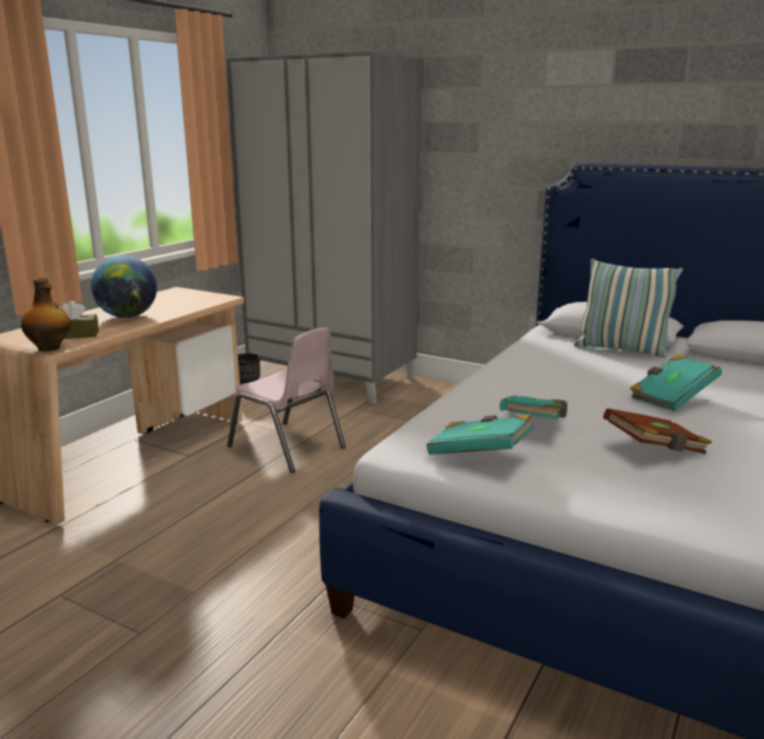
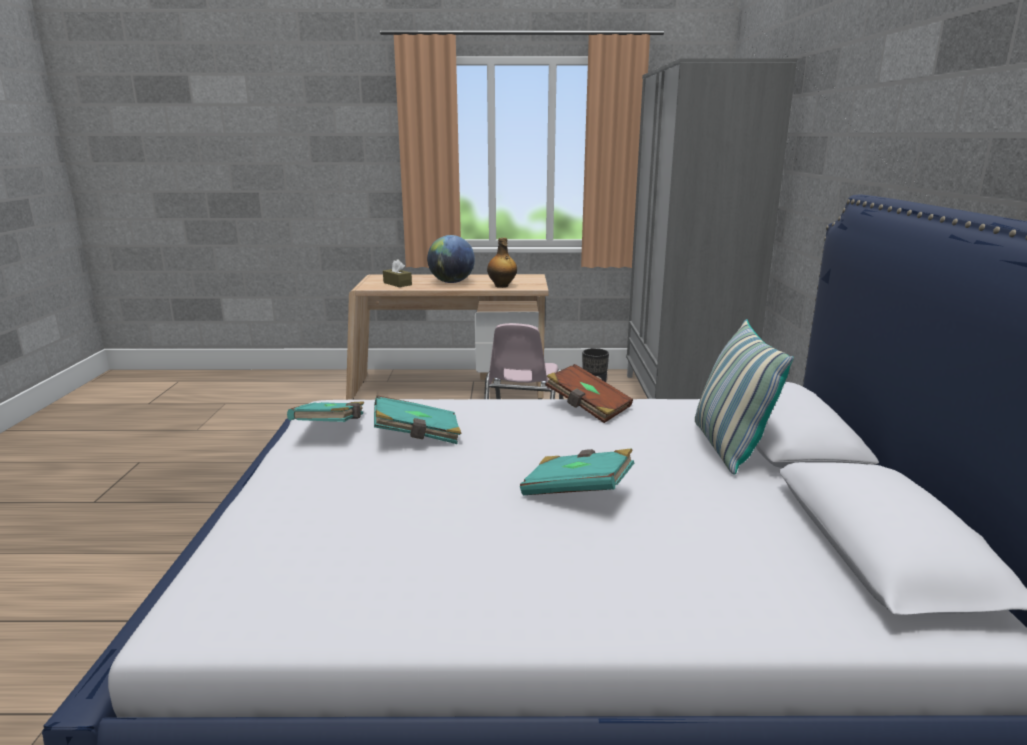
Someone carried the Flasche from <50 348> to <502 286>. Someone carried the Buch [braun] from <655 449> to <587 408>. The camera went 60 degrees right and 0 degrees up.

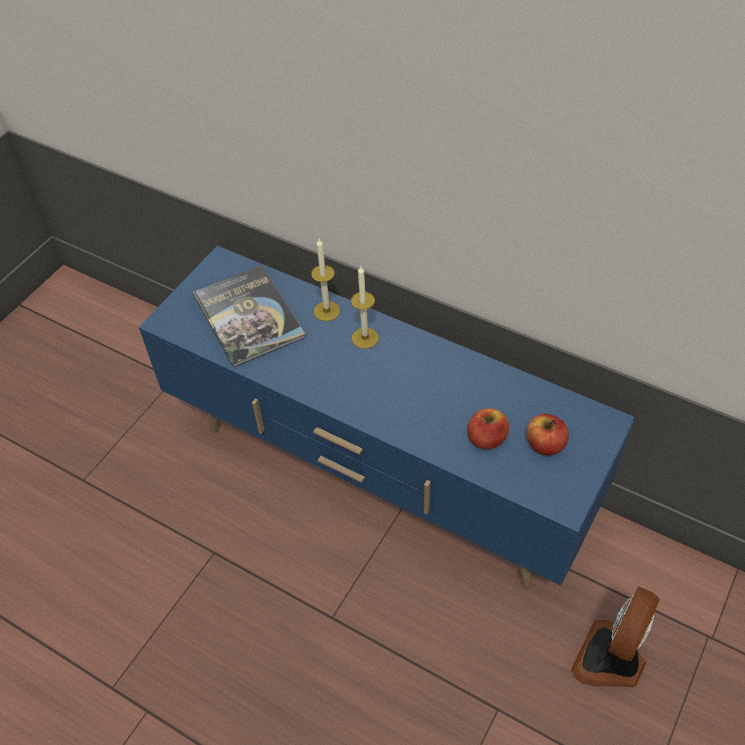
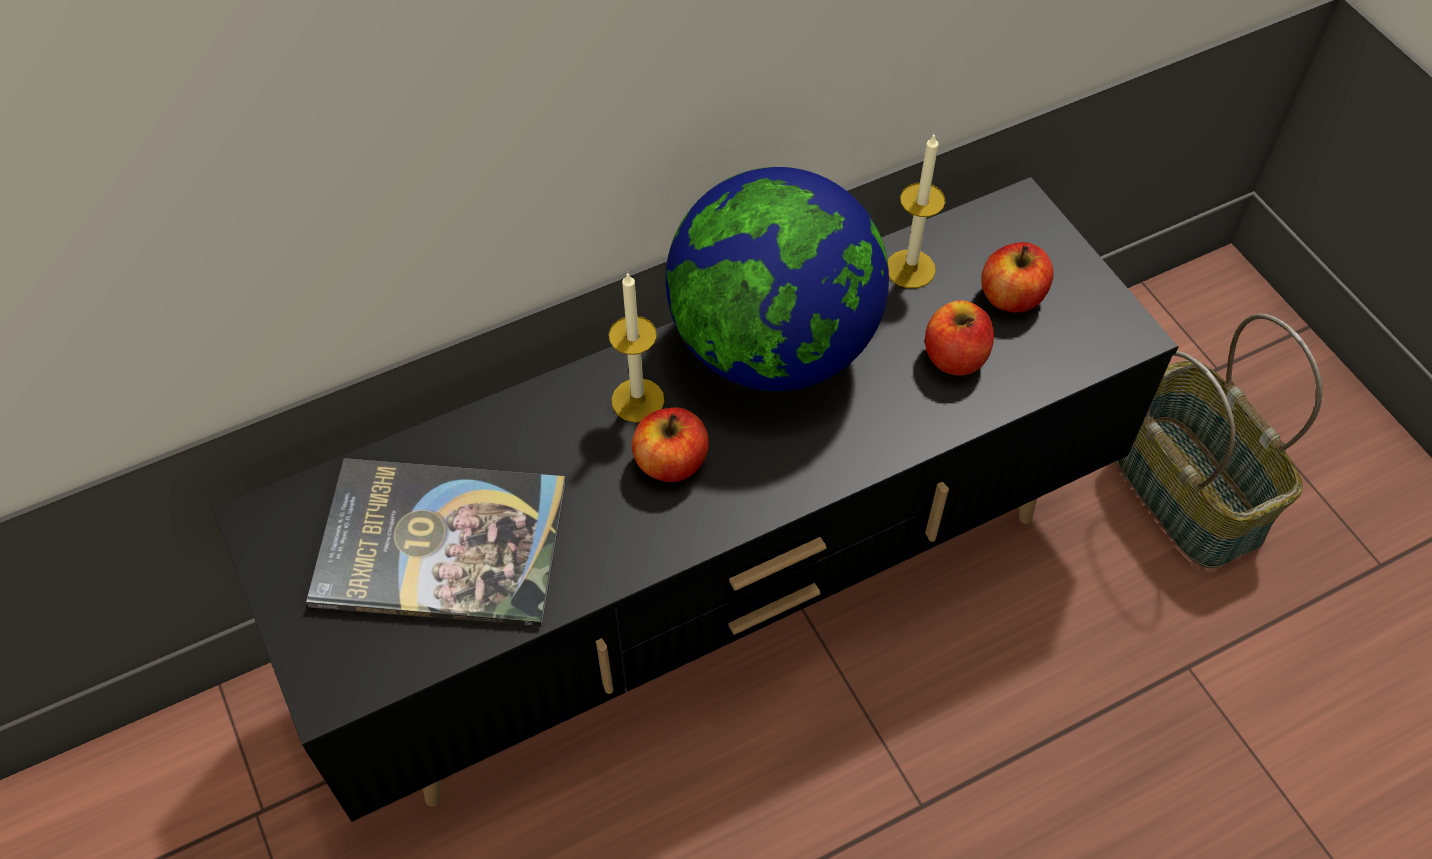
Someone repainted the Fernsehschrank [blau] at <380 475>, which became the Fernsehschrank [schwarz] at <716 595>. Someone carried the Kerze from <327 311> to <910 269>. Someone swapped the Ventilator at <611 660> for the Korb at <1189 492>. Someone put down the Apfel at <671 462>. Someone put down the Globus at <772 346>. The camera went 60 degrees left and 5 degrees up.

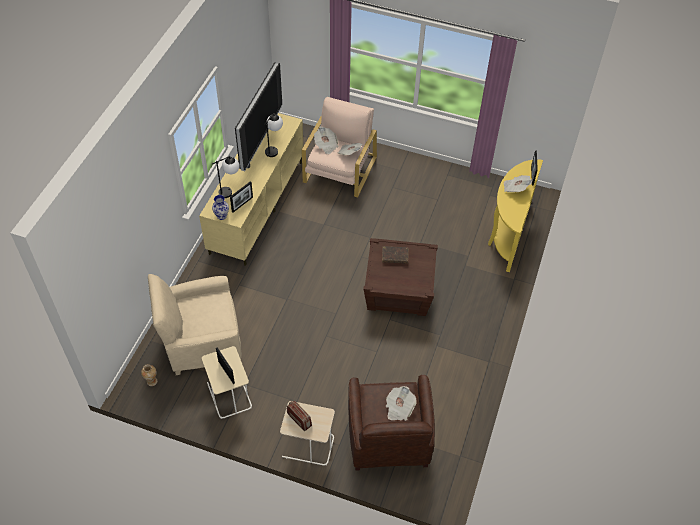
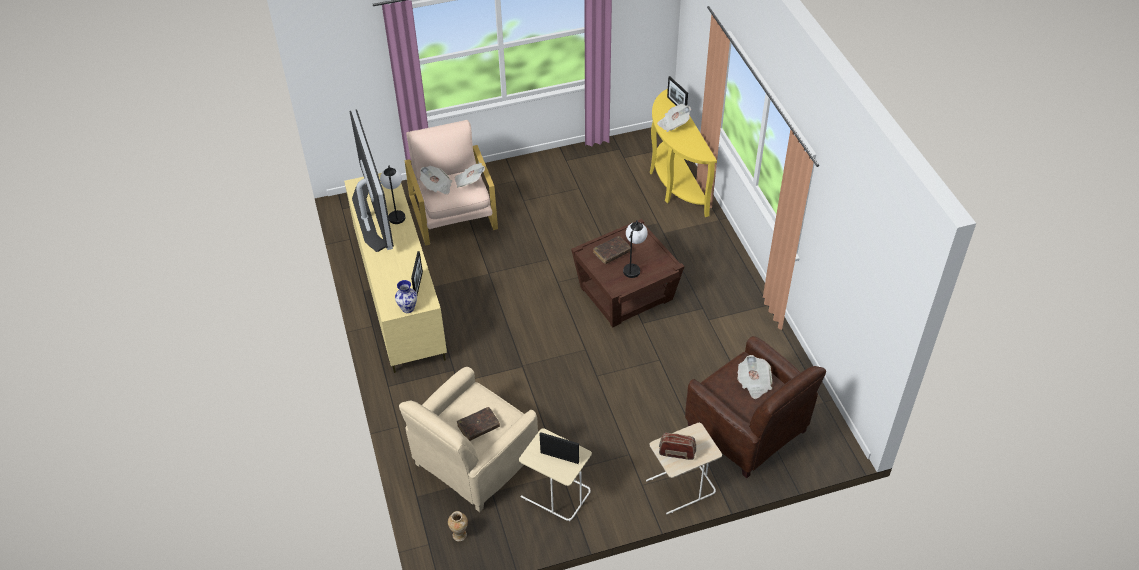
Someone carried the Tischlampe from <230 190> to <633 266>. Someone put down the Buch [braun] at <478 427>. The camera went 35 degrees left and 5 degrees down.

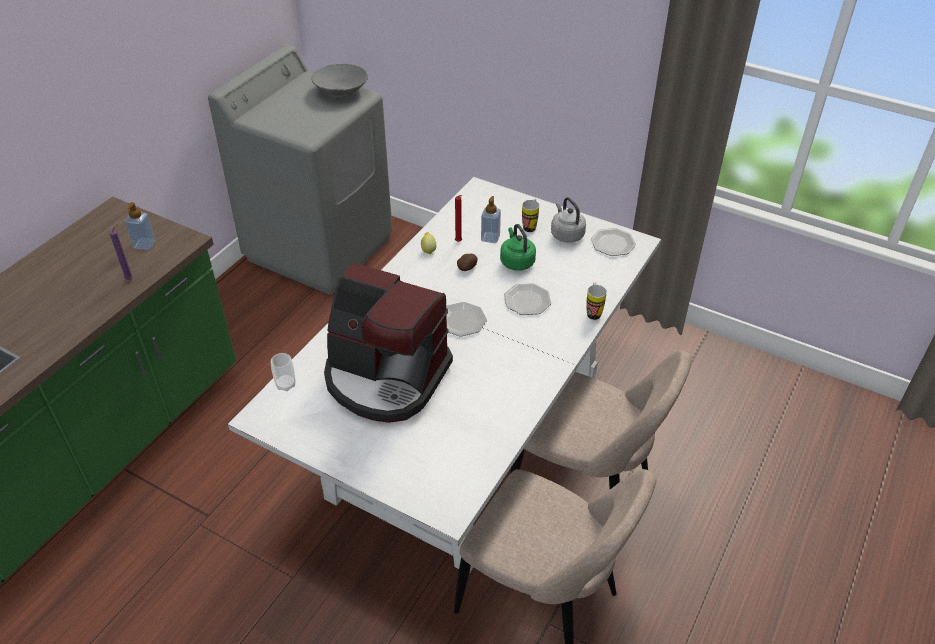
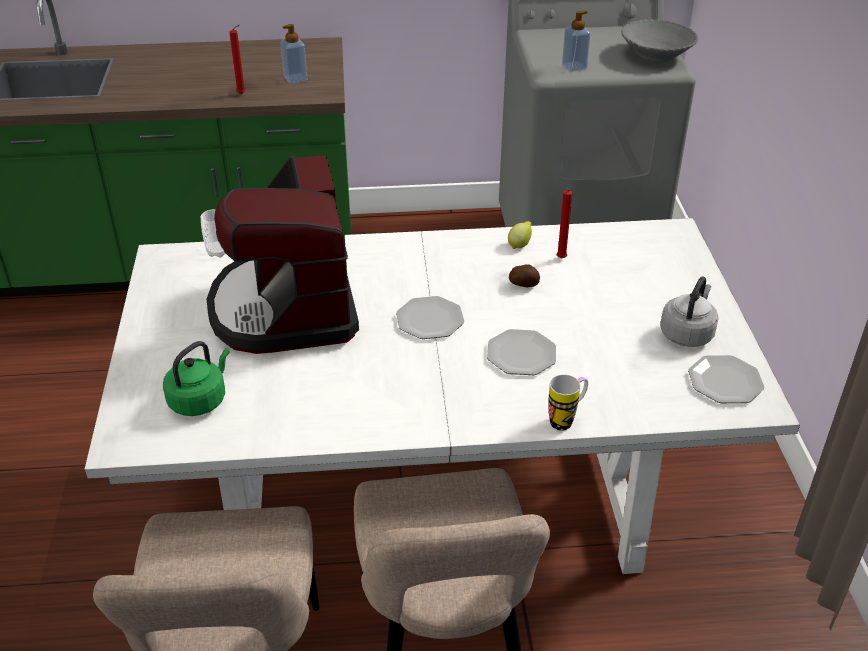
Someone repainted the Kerze [lila] at <131 279>, which became the Kerze [rot] at <242 94>. Someone carried the Seifenspender from <490 238> to <574 67>. Someone carried the Wasserkessel [grün] from <516 261> to <200 400>. Someone took away the Henkelbecher at <530 226>. The camera went 55 degrees right and 5 degrees down.

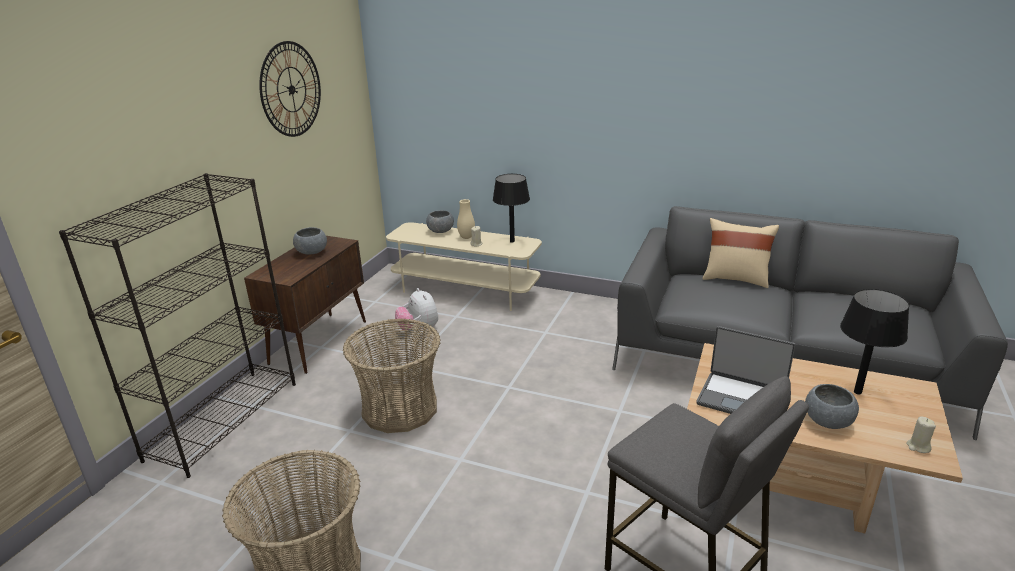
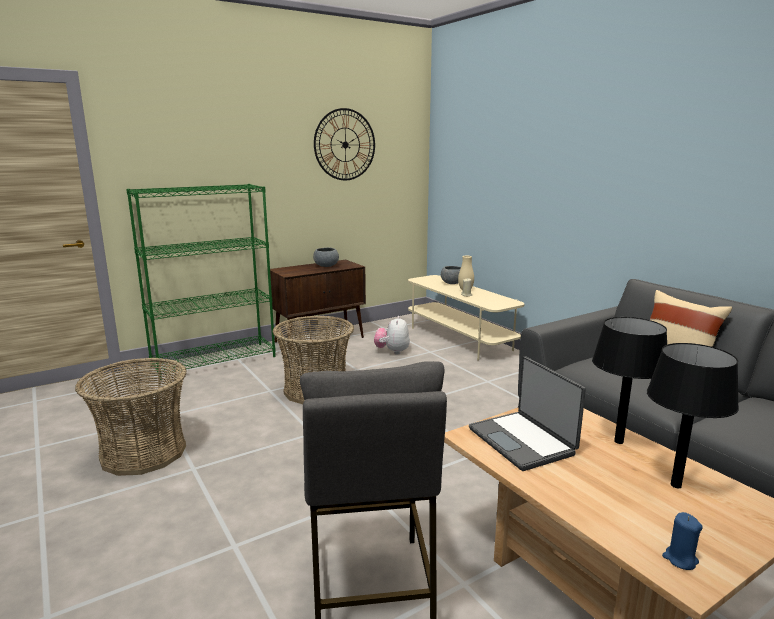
Someone repainted the Bücherregal [schwarz] at <224 419>, which became the Bücherregal [grün] at <215 361>. Someone carried the Tischlampe [schwarz] from <512 241> to <619 441>. Someone took away the Schüssel [grau] at <827 421>. Someone repainted the Kerze [beige] at <918 447>, which became the Kerze [blau] at <680 559>. The camera went 35 degrees right and 10 degrees down.

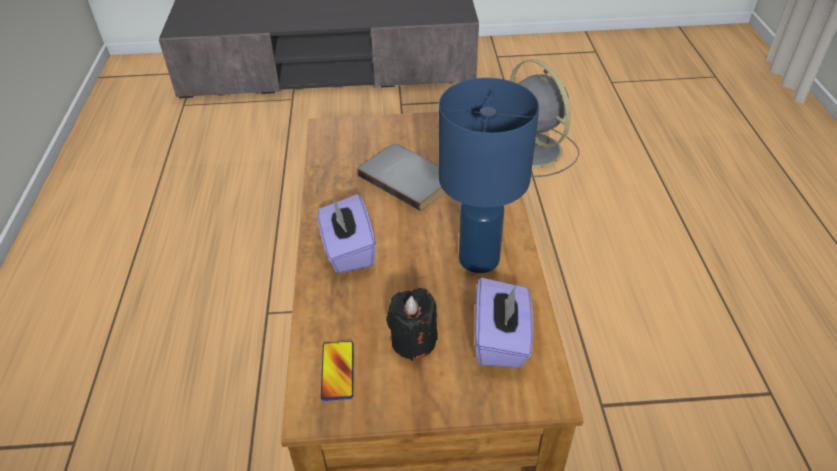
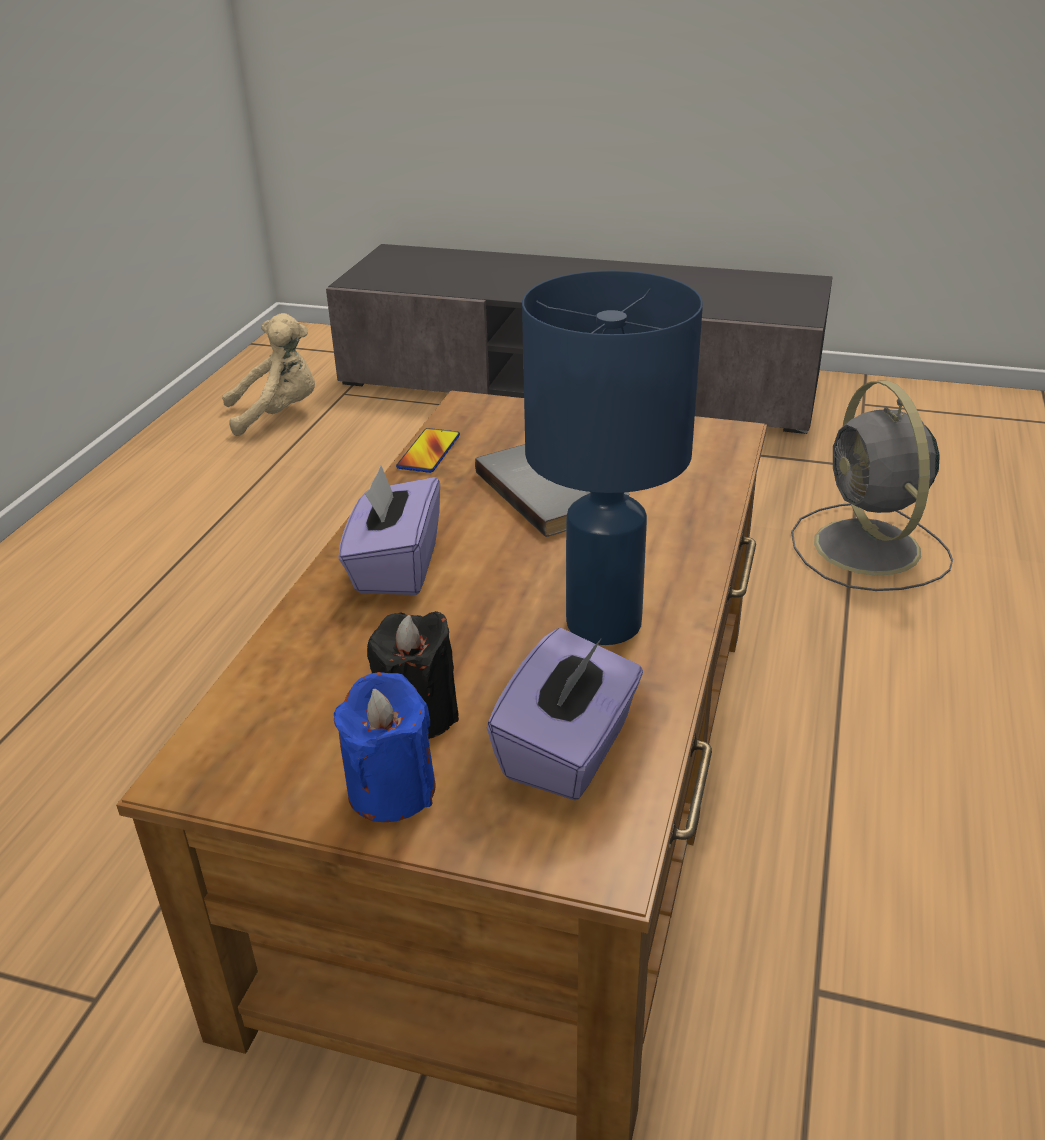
Someone carried the Handy from <337 371> to <429 452>. Someone put down the Plüschtier [beige] at <278 414>. Someone put down the Kerze [blau] at <391 790>. The camera went 20 degrees right and 10 degrees down.

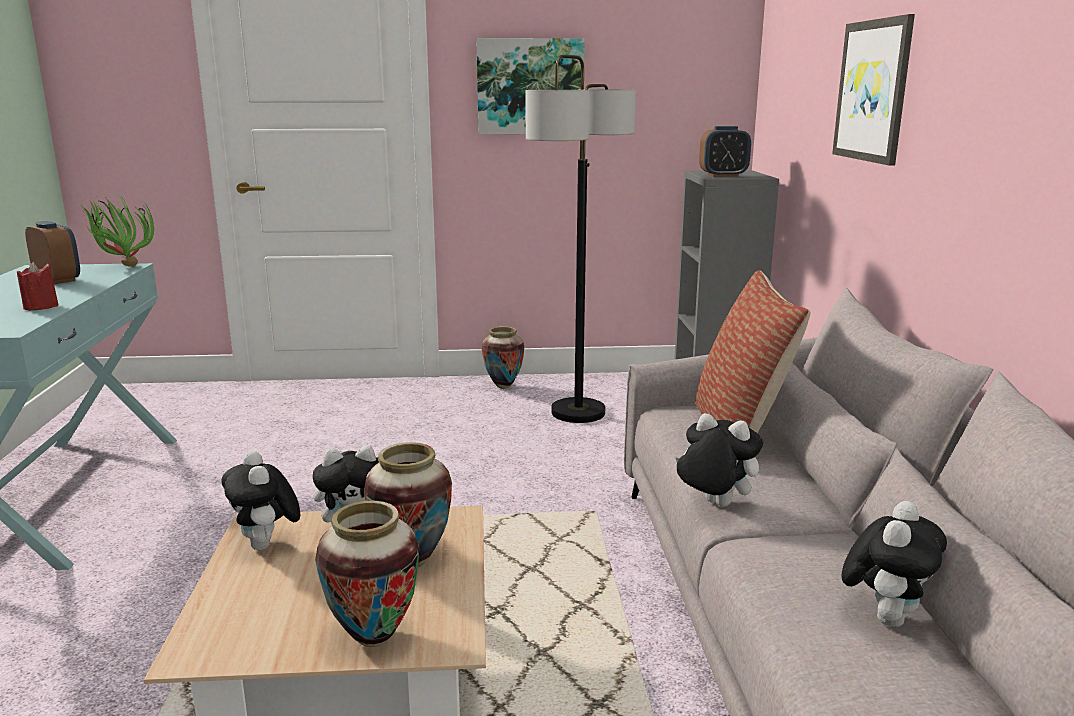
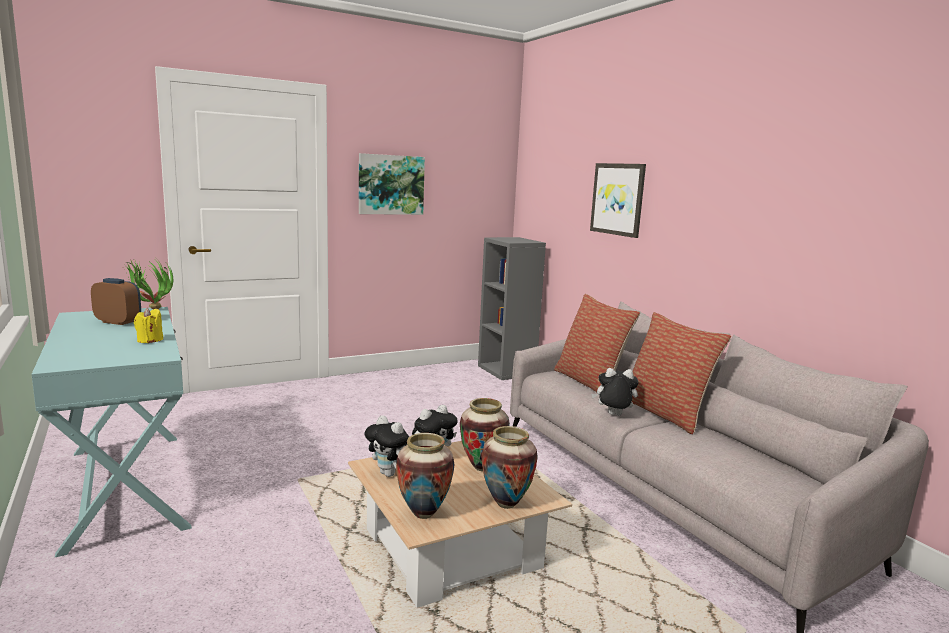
Someone repainted the Kerze [rot] at <41 307>, which became the Kerze [gelb] at <150 340>. Someone carried the Vase from <503 386> to <423 514>. Someone took away the Stehlampe at <578 412>. Someone took away the Wecker at <723 176>. Someone took away the Plüschtier at <885 617>. Someone put down the Kissen at <666 413>. The camera went 25 degrees left and 5 degrees down.

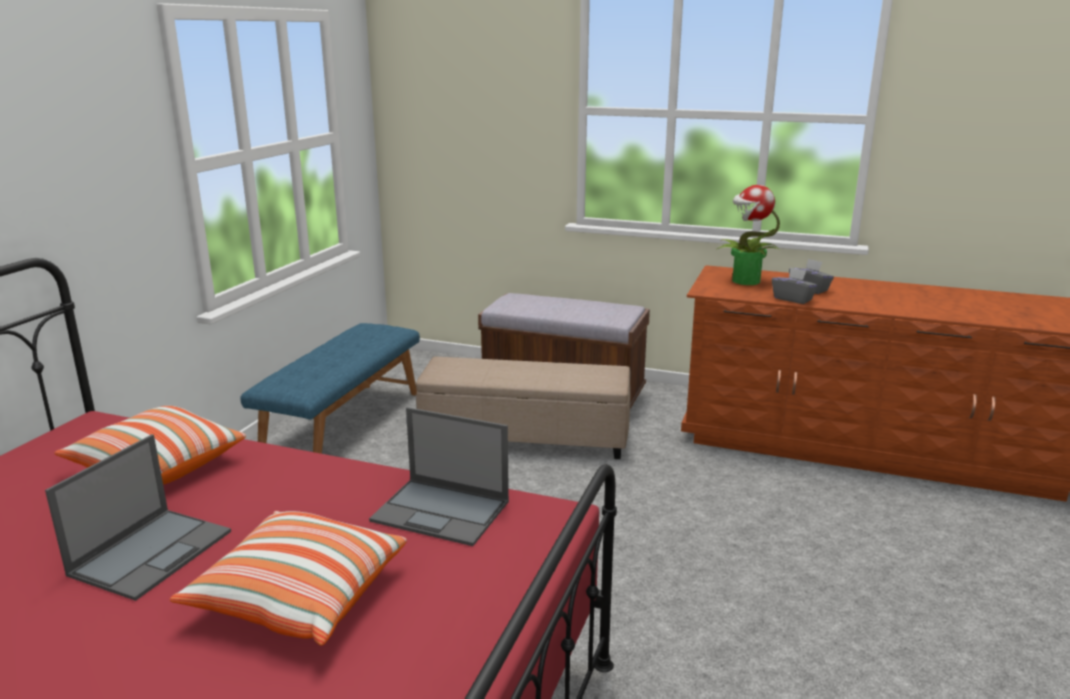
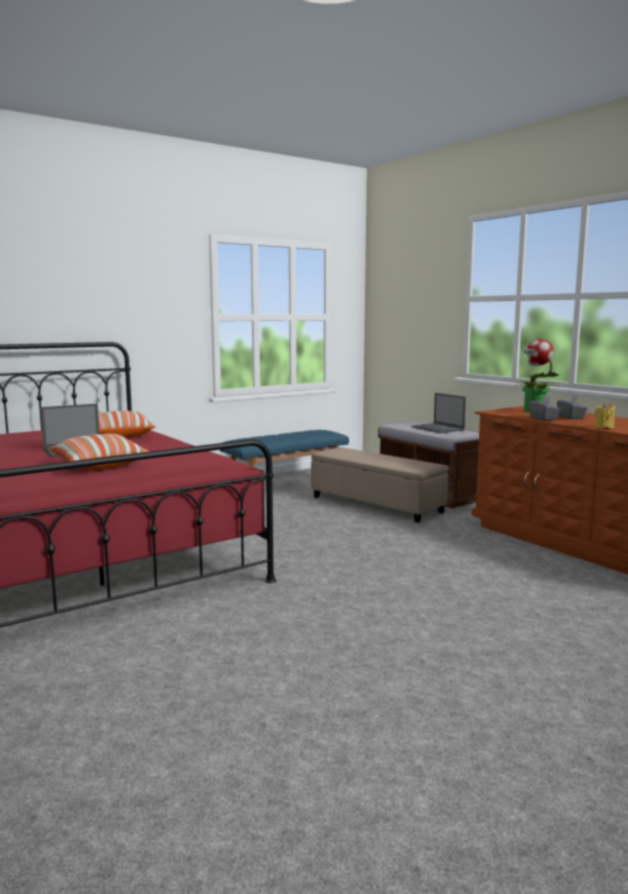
Someone carried the Laptop from <442 511> to <438 428>. Someone put down the Kerze [gelb] at <604 427>. The camera went 35 degrees right and 10 degrees down.

